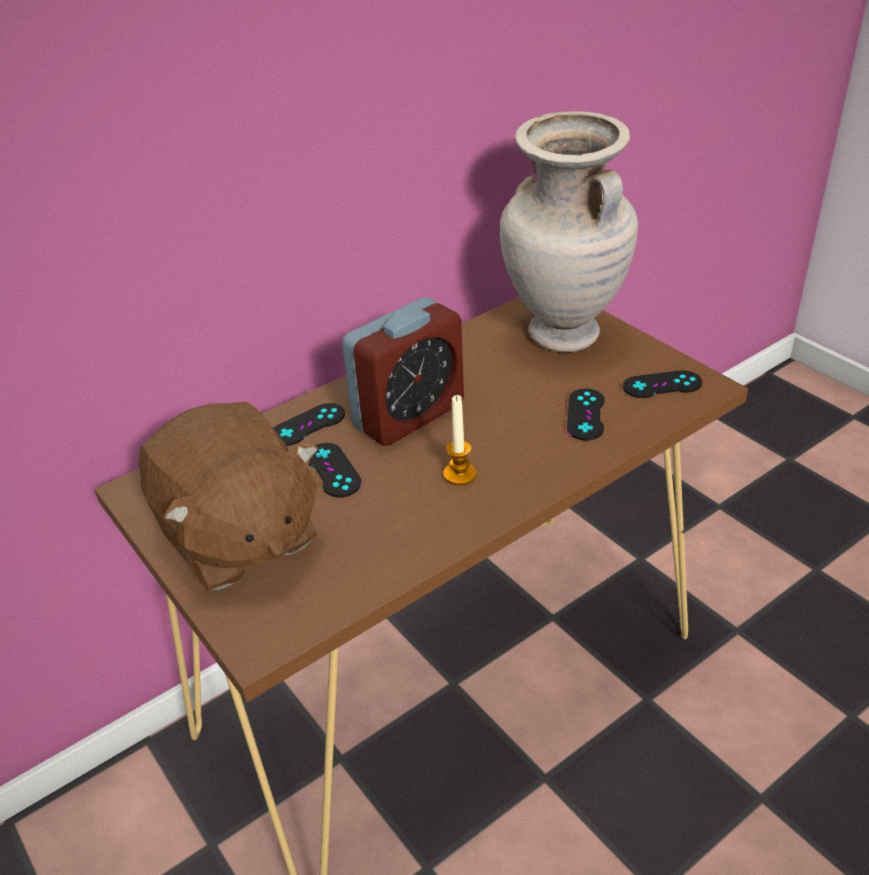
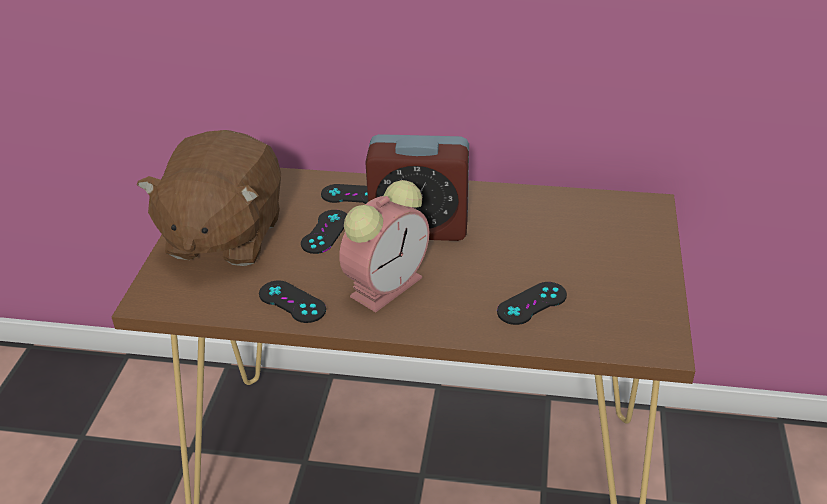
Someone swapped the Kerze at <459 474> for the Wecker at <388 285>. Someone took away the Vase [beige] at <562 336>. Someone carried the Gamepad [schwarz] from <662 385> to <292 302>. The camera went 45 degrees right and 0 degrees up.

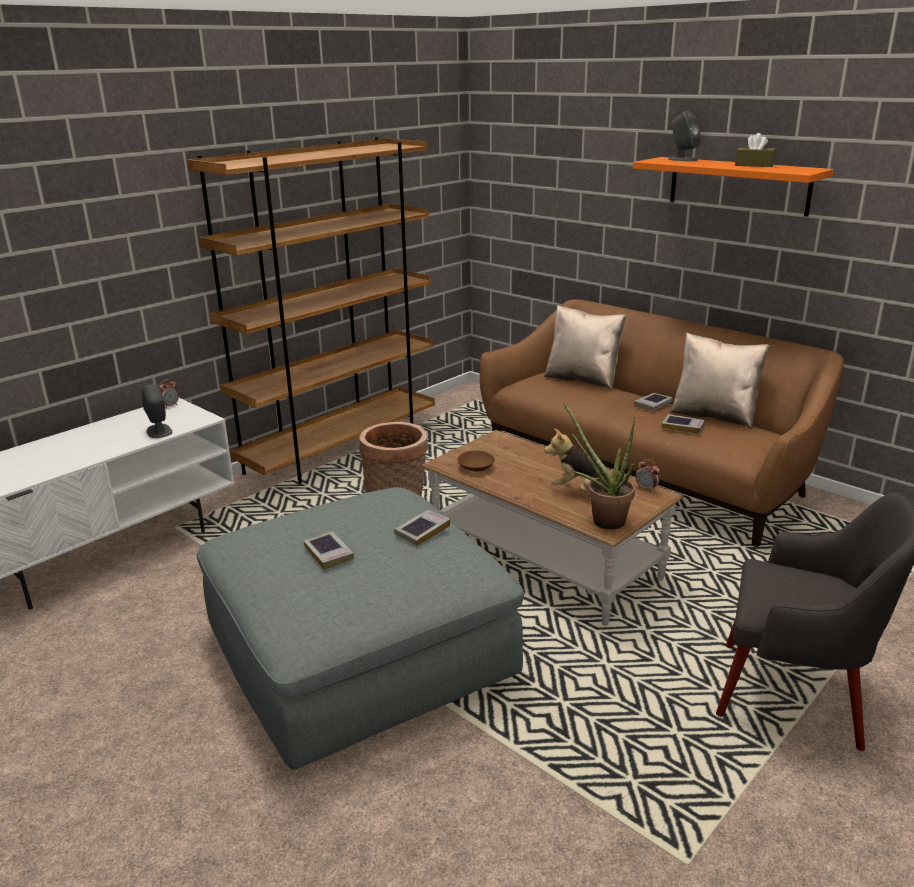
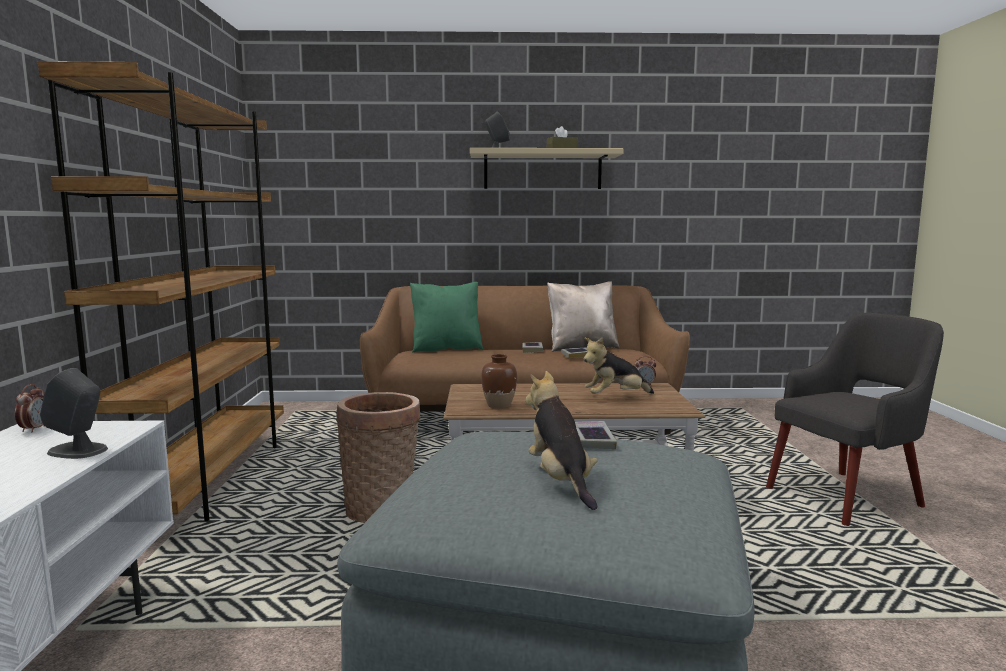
Someone swapped the Buch at <329 554> for the Plüschtier at <560 481>. Someone swapped the Schüssel [braun] at <476 467> for the Vase [braun] at <499 405>. Someone repainted the Kissen [beige] at <582 379>, which became the Kissen [grün] at <446 348>. Someone took away the Topfpflanze at <602 519>. Someone repainted the Wandregal [orange] at <738 185>, which became the Wandregal [beige] at <542 170>. The camera went 45 degrees left and 15 degrees down.

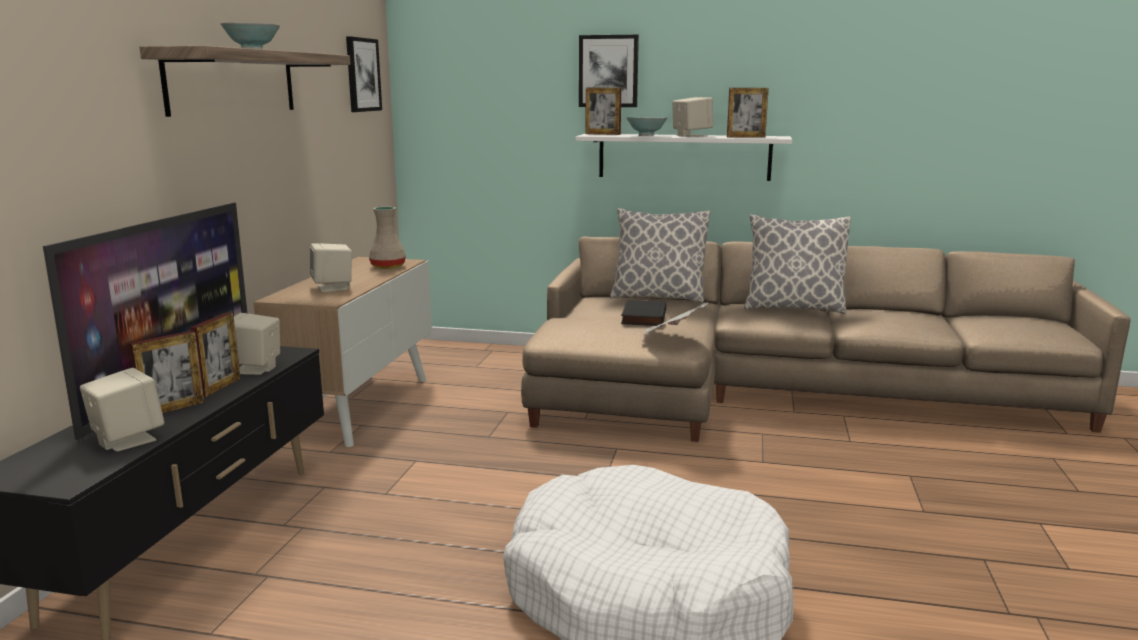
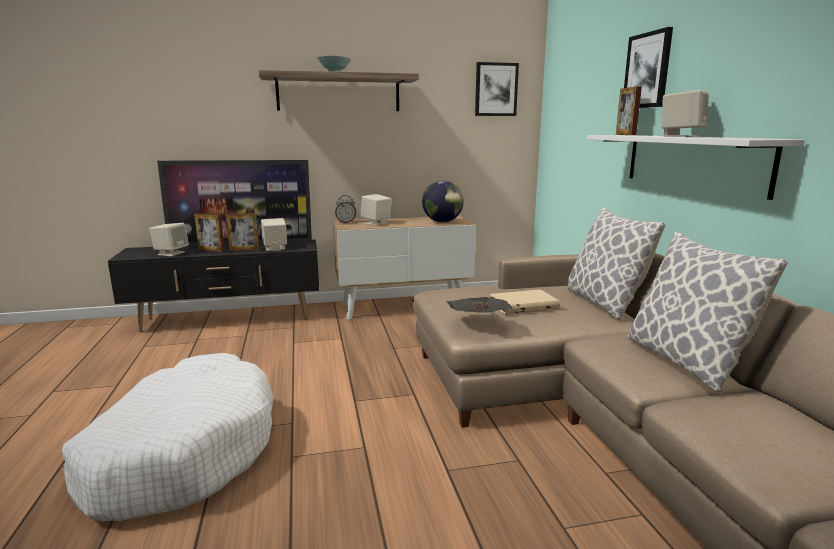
Someone swapped the Vase [beige] at <388 266> for the Globus at <442 222>. Someone repainted the Buch [schwarz] at <642 317>, which became the Buch [beige] at <523 305>. Someone took away the Schüssel at <646 136>. Someone took away the Bilderrahmen at <746 137>. Someone put down the Wecker at <346 222>. The camera went 65 degrees right and 0 degrees up.

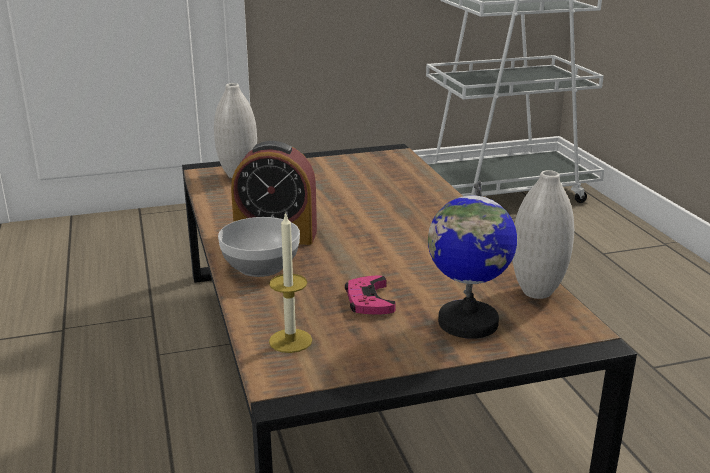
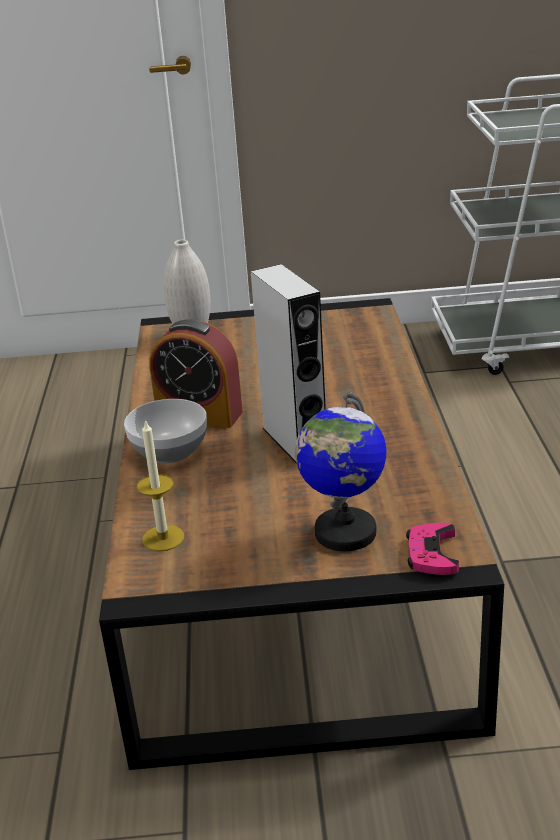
Someone carried the Gamepad [rosa] from <369 301> to <431 554>. Someone took away the Vase [weiß] at <536 292>. Someone put down the Lautsprecher [grau] at <295 442>. The camera went 15 degrees right and 5 degrees up.

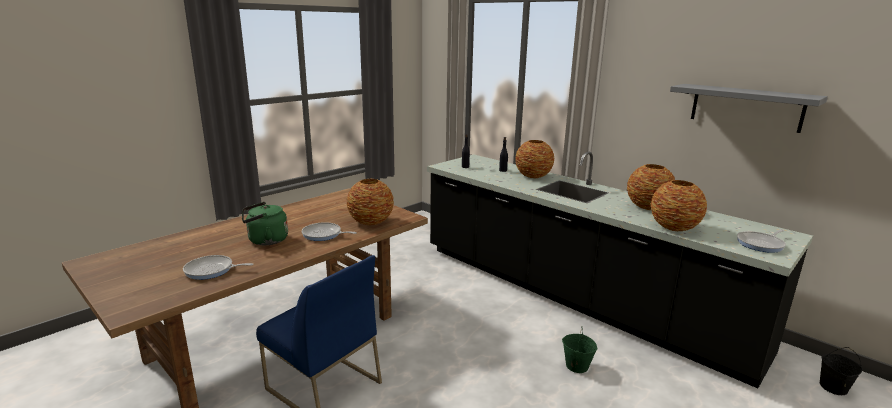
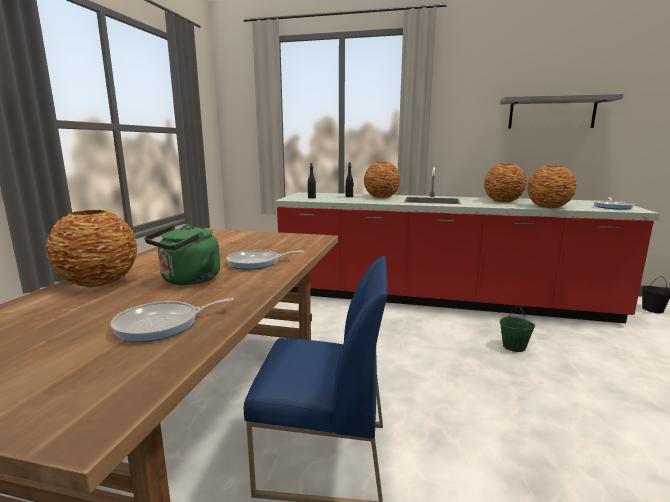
Someone carried the Vase from <371 222> to <100 282>. Someone repainted the Küchenzeile [schwarz] at <573 295>, which became the Küchenzeile [rot] at <439 299>. The camera went 30 degrees left and 5 degrees down.

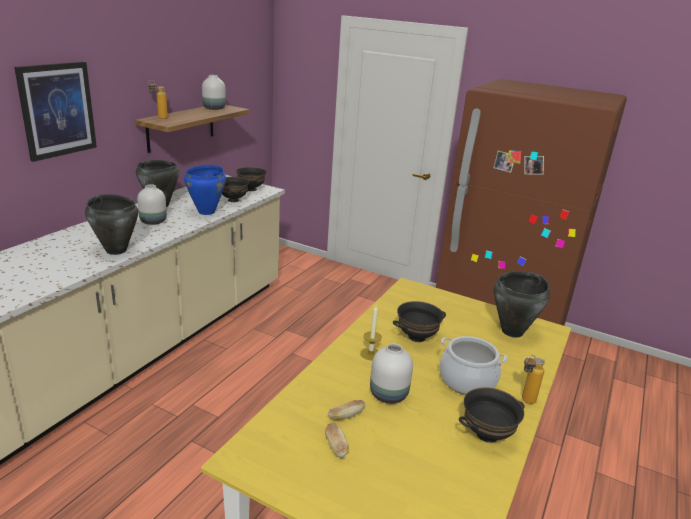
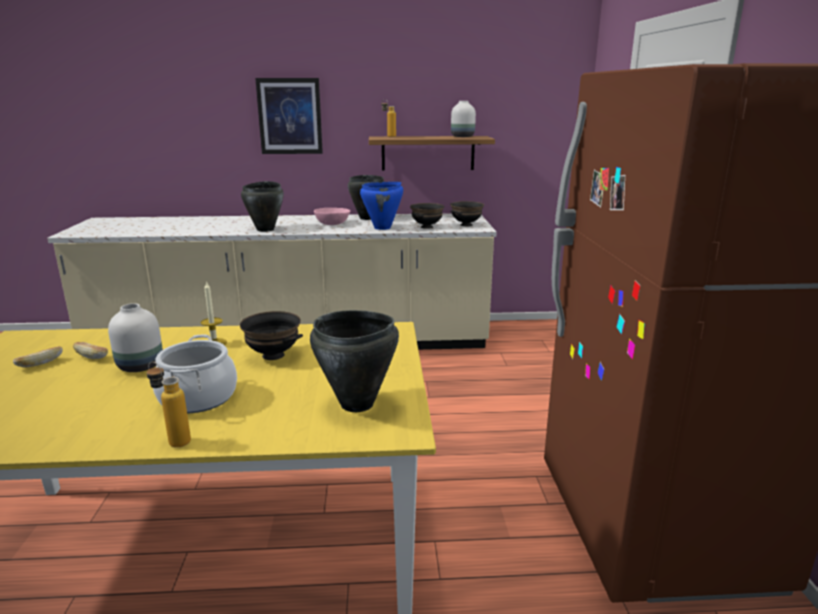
Someone swapped the Vase [weiß] at <152 222> for the Schüssel [rosa] at <332 223>. Someone took away the Schüssel [schwarz] at <486 434>. The camera went 60 degrees right and 5 degrees down.

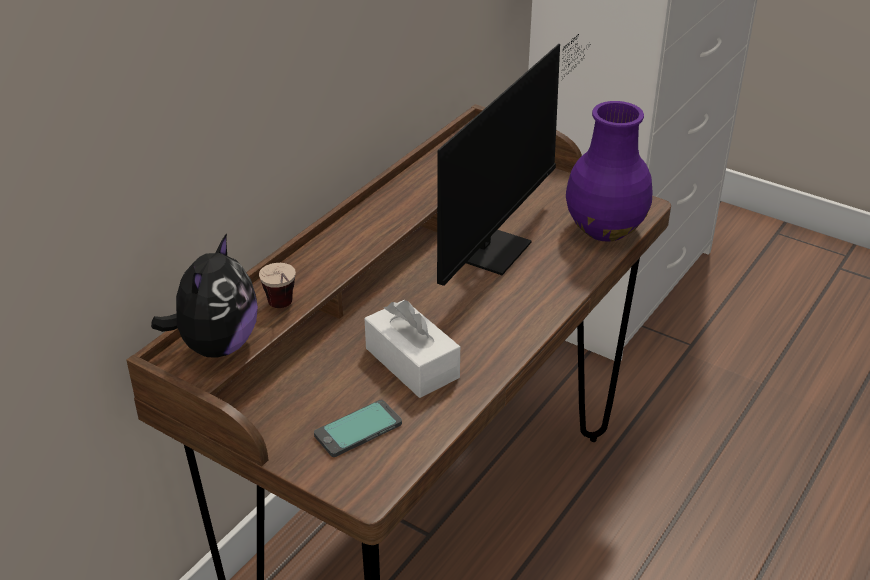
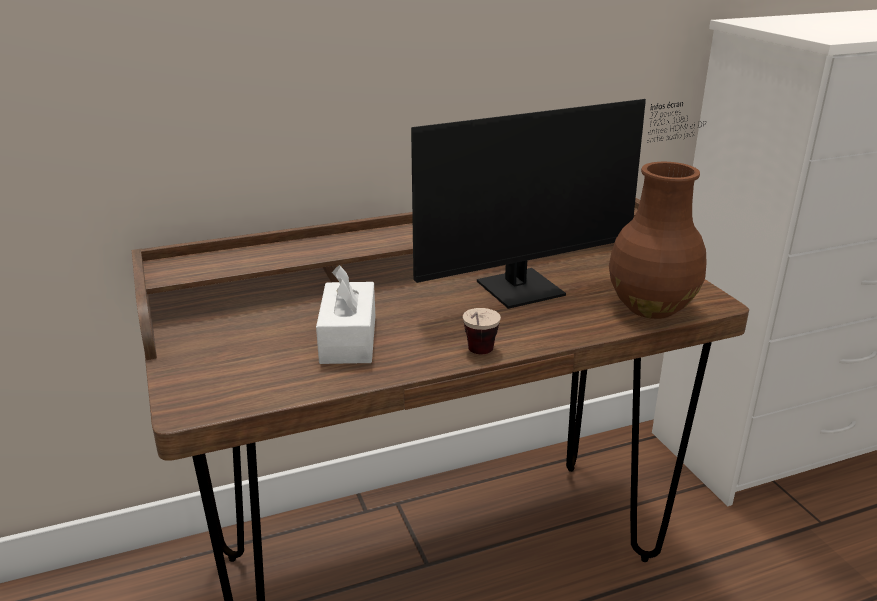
Someone took away the Plüschtier at <216 345>. Someone carried the Tasse from <284 310> to <477 356>. Someone took away the Handy at <358 430>. Someone repainted the Vase [lila] at <605 228>, which became the Vase [braun] at <652 307>. The camera went 35 degrees right and 10 degrees down.

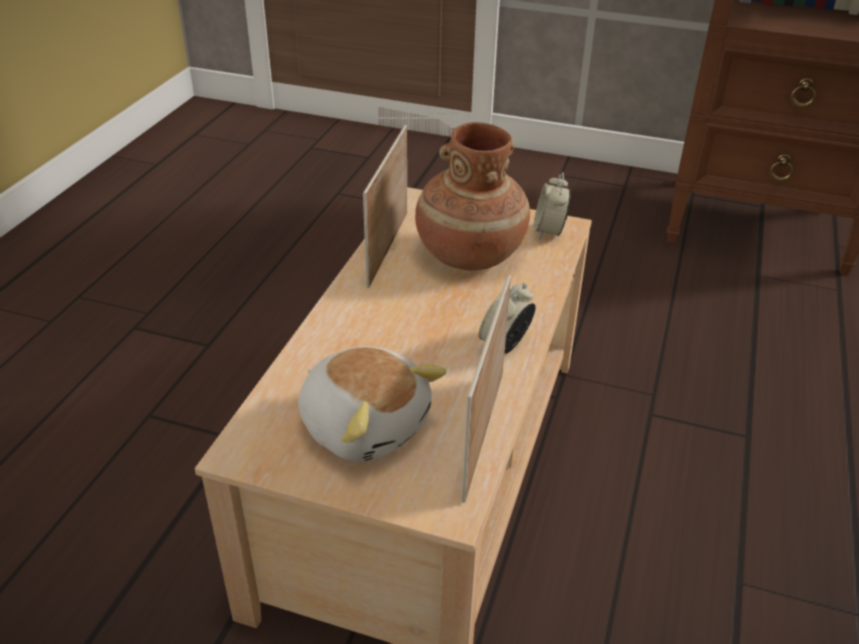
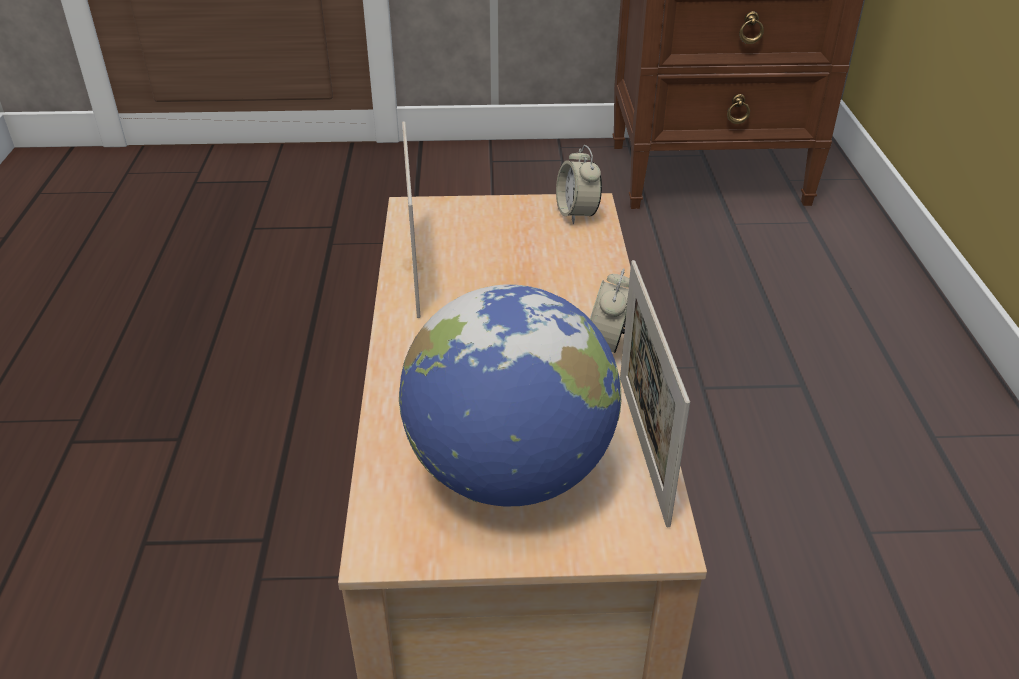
Someone swapped the Plüschtier at <365 425> for the Globus at <510 472>. Someone took away the Vase [braun] at <468 254>. The camera went 20 degrees left and 0 degrees up.

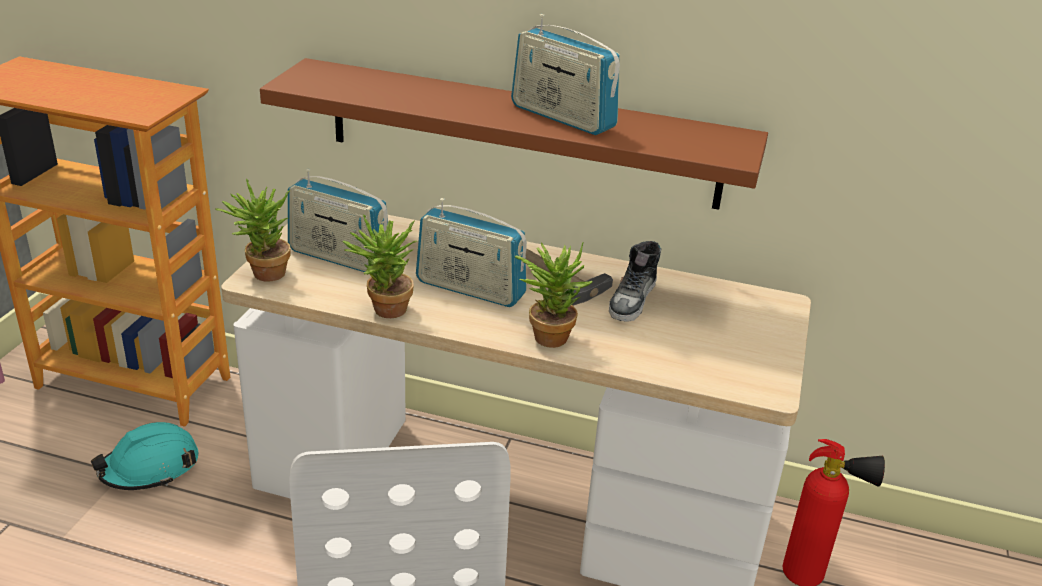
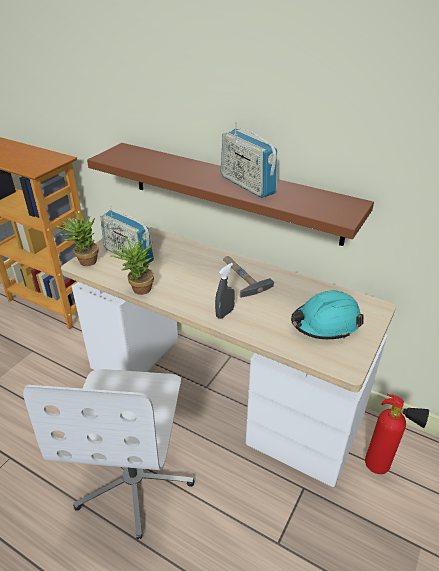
Someone carried the Schutzhelm [türkis] from <150 468> to <325 323>. Someone took away the Radio at <470 289>. Someone swapped the Topfpflanze at <548 334> for the Sprühflasche [grau] at <224 313>. Someone took away the Schuh at <633 300>. The camera went 15 degrees right and 5 degrees up.

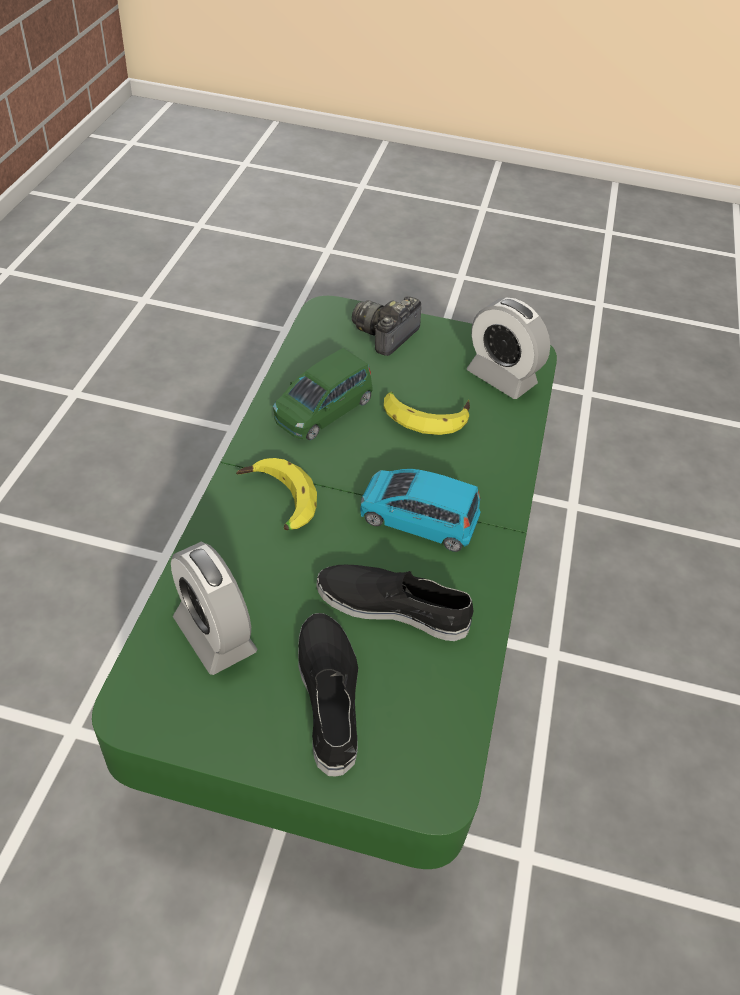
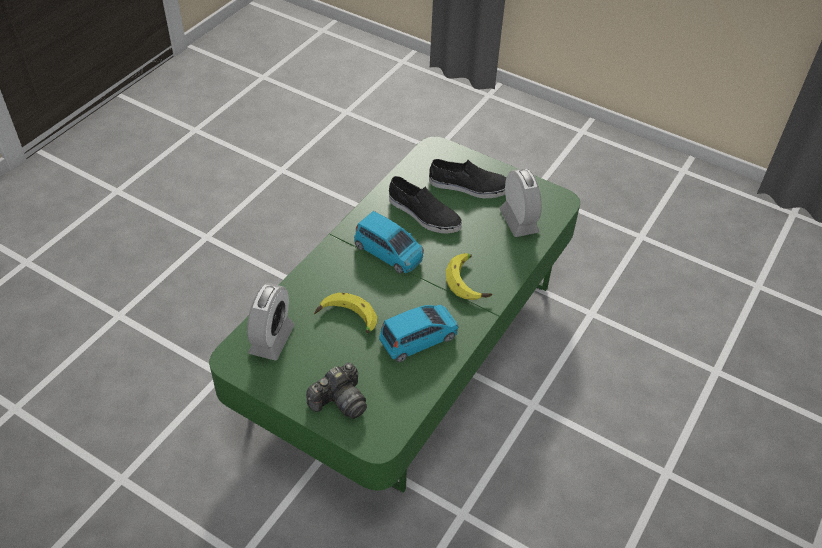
Someone repainted the Spielzeugauto [grün] at <323 411>, which became the Spielzeugauto [blau] at <418 339>. Someone rotated the Schuh [schwarz] at <329 695> by 90 degrees counterclockwise. Someone rotated the Wecker at <501 378> by 45 degrees clockwise. The camera went 160 degrees left and 0 degrees up.

